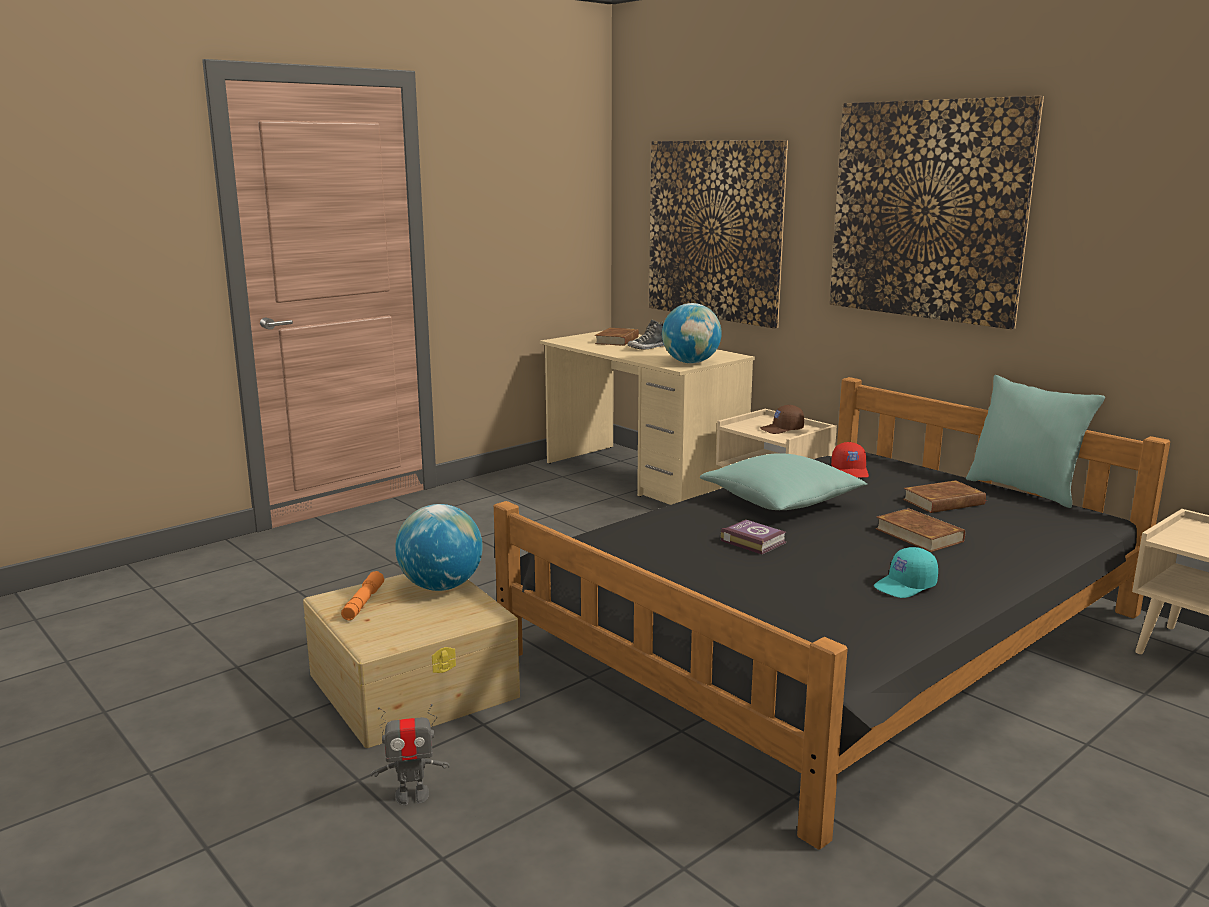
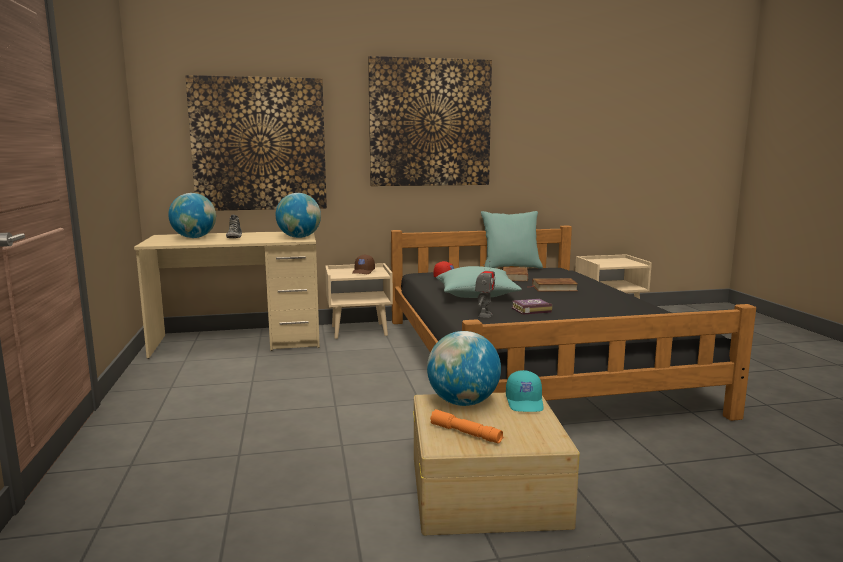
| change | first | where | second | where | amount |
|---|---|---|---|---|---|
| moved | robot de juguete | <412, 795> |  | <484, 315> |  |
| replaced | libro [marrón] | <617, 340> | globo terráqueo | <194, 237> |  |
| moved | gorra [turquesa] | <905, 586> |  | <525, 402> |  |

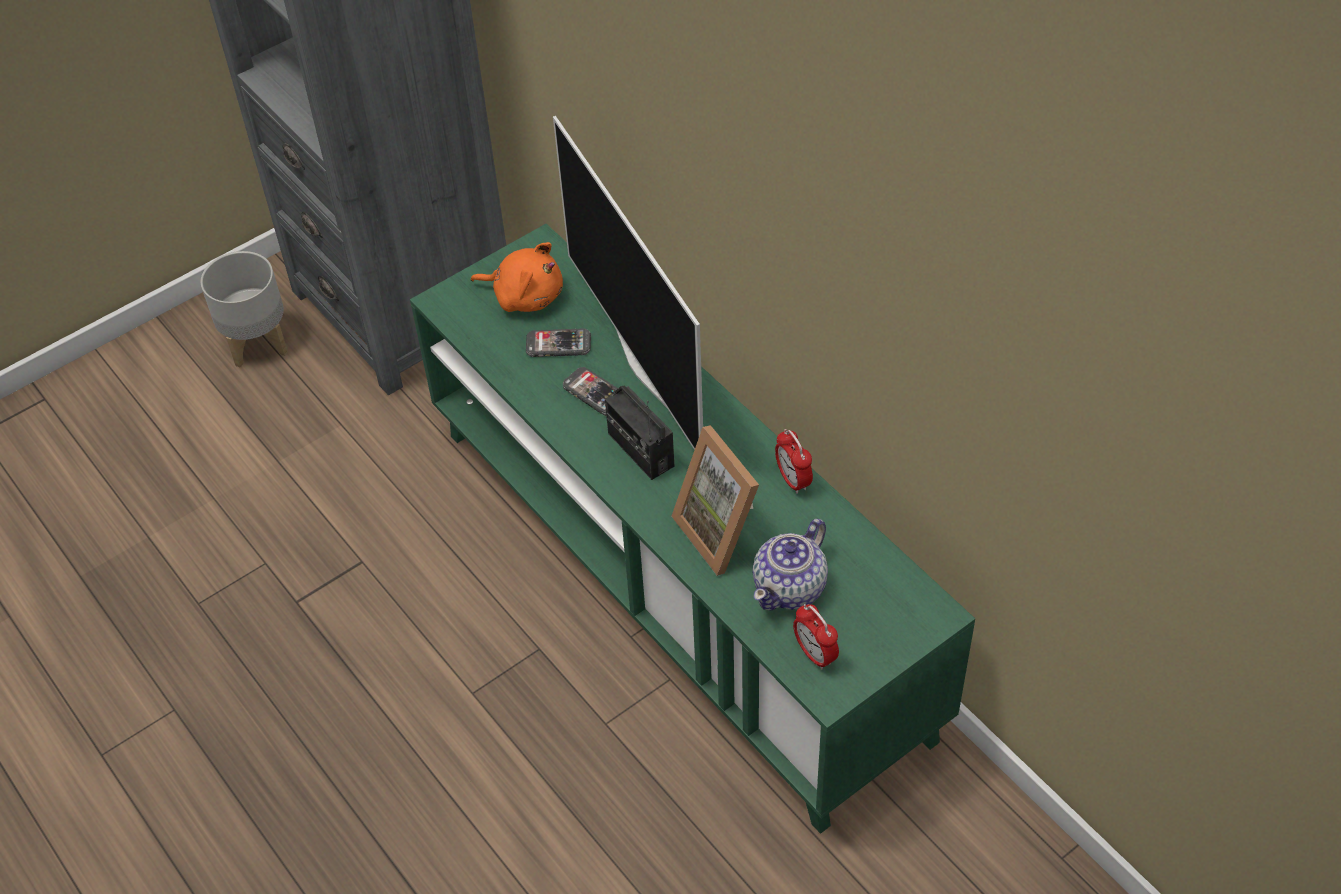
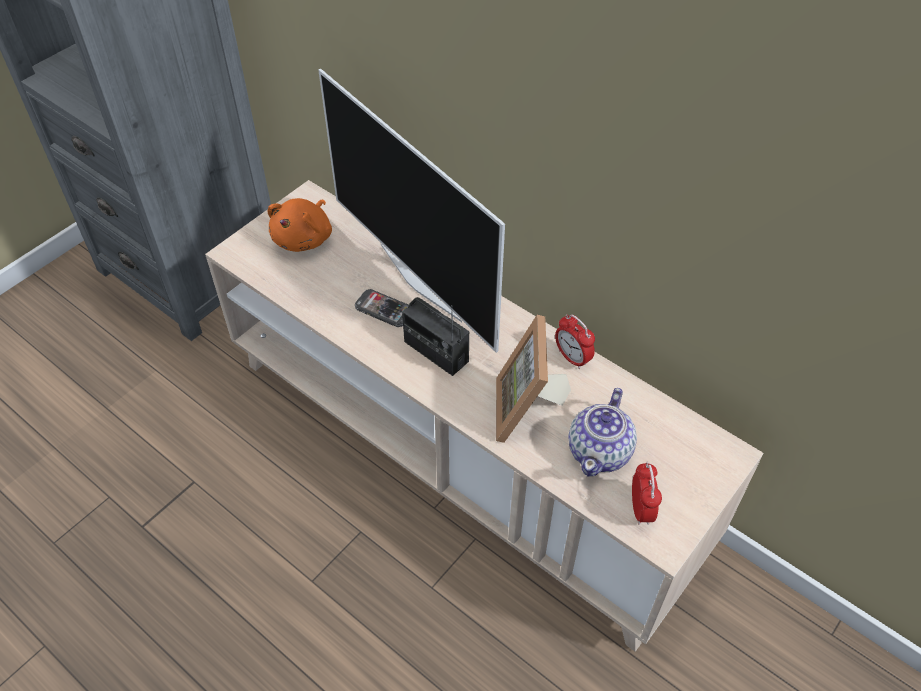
| change | first | where | second | where | amount |
|---|---|---|---|---|---|
| removed | maceta [gris] | <257, 342> |  |  |  |
| recoloured | mueble de televisión [verde] | <677, 578> | mueble de televisión [beis] | <460, 452> |  |
| turned | peluche [naranja] | <525, 295> |  | <304, 238> | 105 degrees clockwise |
| removed | móvil | <558, 344> |  |  |  |
| turned | portarretratos | <724, 531> |  | <528, 410> | 45 degrees clockwise |
| turned | despertador | <815, 654> |  | <641, 509> | 135 degrees counterclockwise |

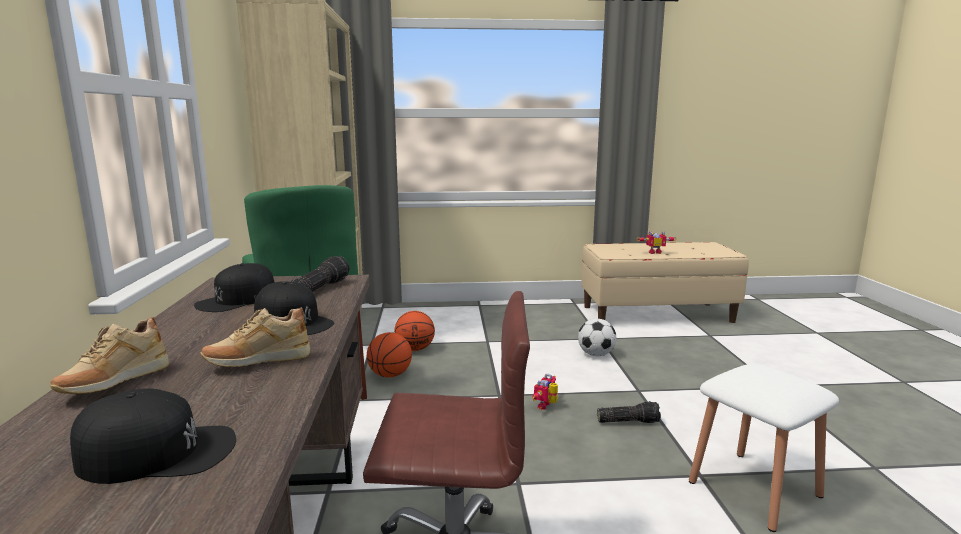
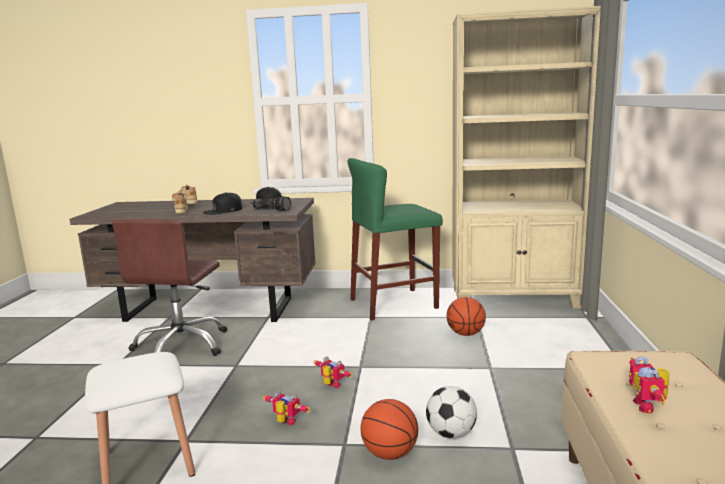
| change | first | where | second | where | amount |
|---|---|---|---|---|---|
| removed | gorra [negro] | <158, 452> |  |  |  |
| moved | balón de baloncesto | <390, 375> |  | <389, 454> |  |
| replaced | linterna | <628, 421> | robot de juguete | <285, 423> |  |

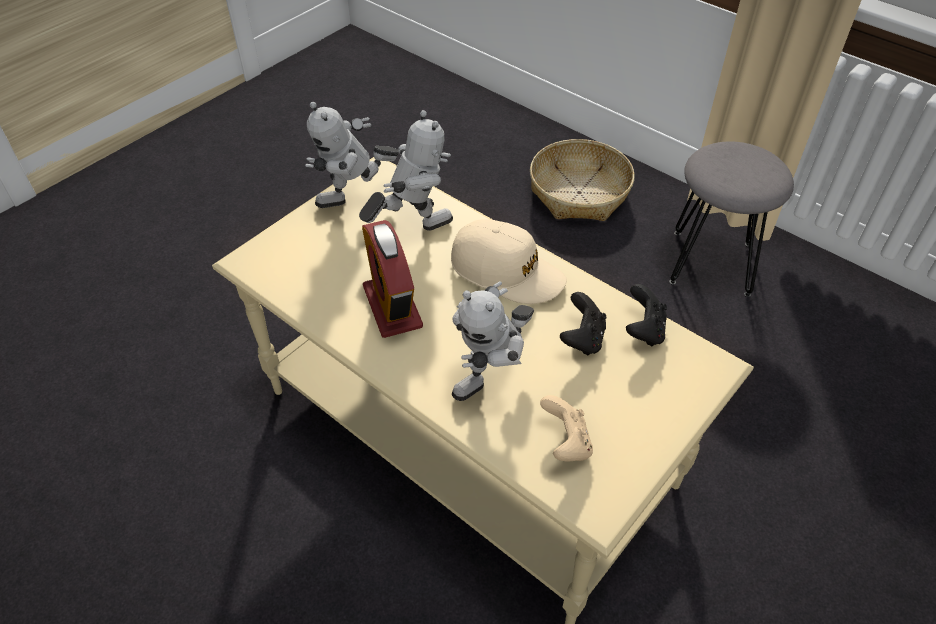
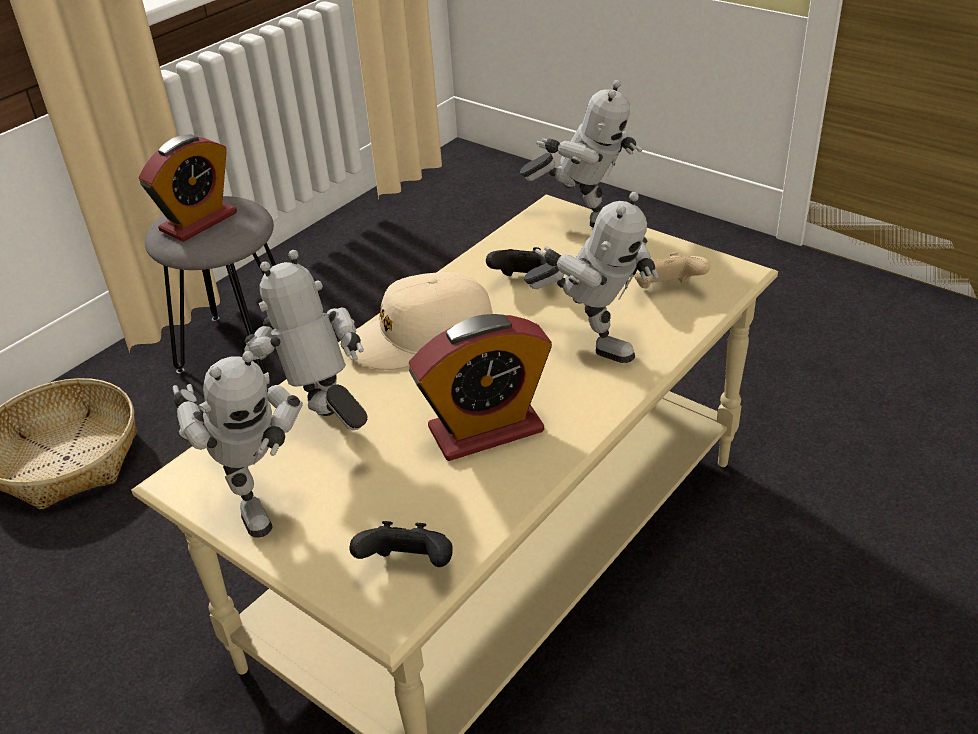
| change | first | where | second | where | amount |
|---|---|---|---|---|---|
| turned | gorra [beis] | <507, 272> |  | <420, 338> | 135 degrees counterclockwise |
| moved | mando de consola [negro] | <643, 330> |  | <409, 566> |  |
| added |  |  | despertador | <198, 222> |  |
| added |  |  | robot de juguete | <583, 218> |  |

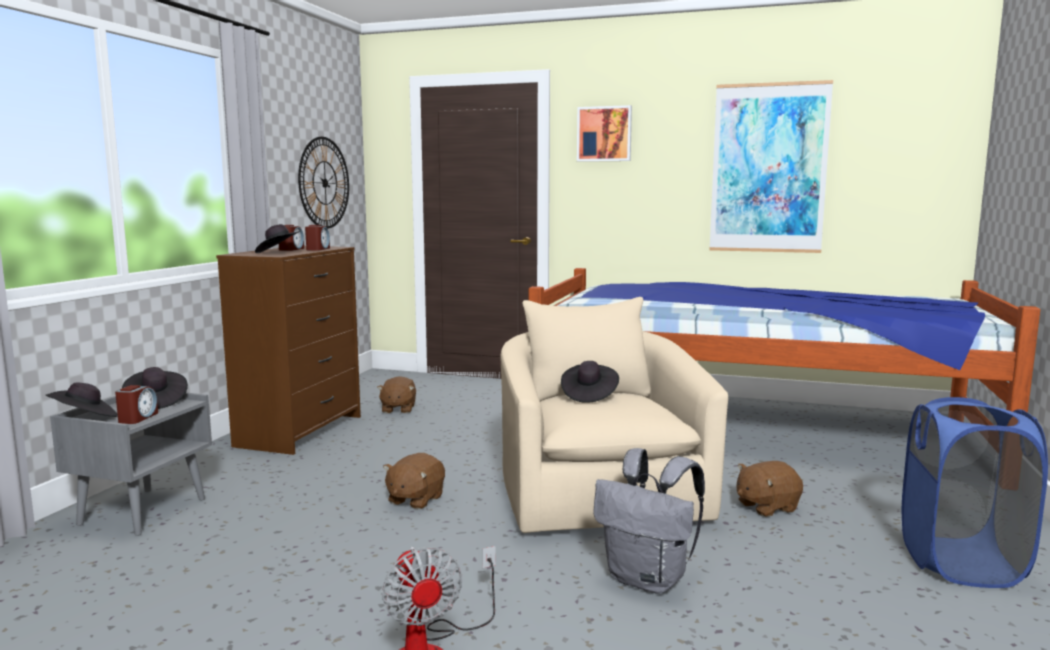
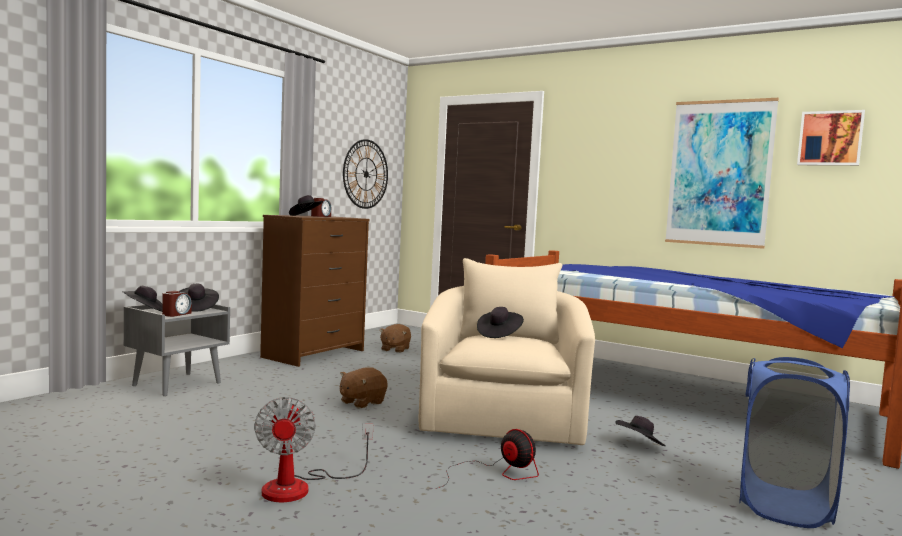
| change | first | where | second | where | amount |
|---|---|---|---|---|---|
| removed | despertador | <318, 249> |  |  |  |
| moved | cuadro | <604, 134> |  | <830, 138> |  |
| replaced | mochila [gris] | <649, 579> | ventilador | <496, 473> |  |
| replaced | peluche [marrón] | <766, 507> | sombrero [negro] | <639, 445> |  |

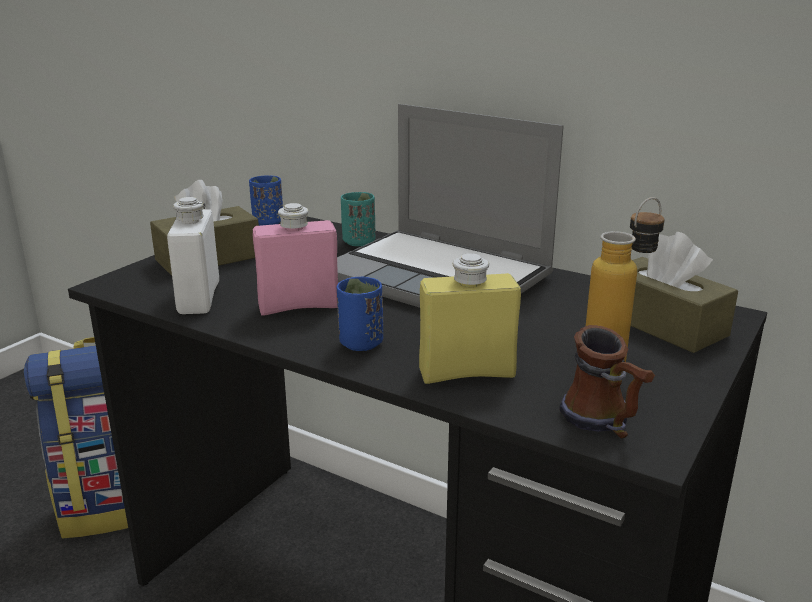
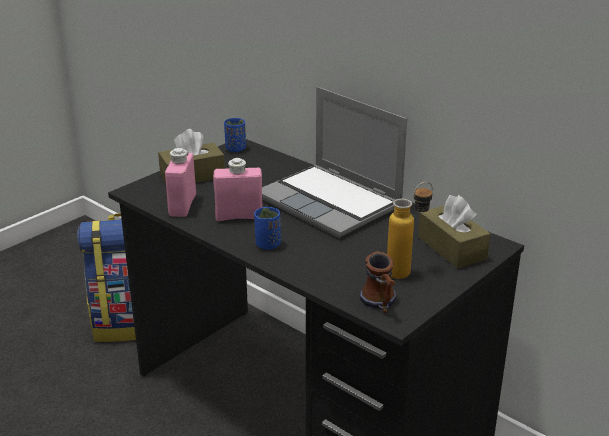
| change | first | where | second | where | amount |
|---|---|---|---|---|---|
| recoloured | botella [blanco] | <199, 298> | botella [rosa] | <182, 205> |  |
| removed | taza [turquesa] | <358, 242> |  |  |  |
| removed | botella [amarillo] | <466, 373> |  |  |  |

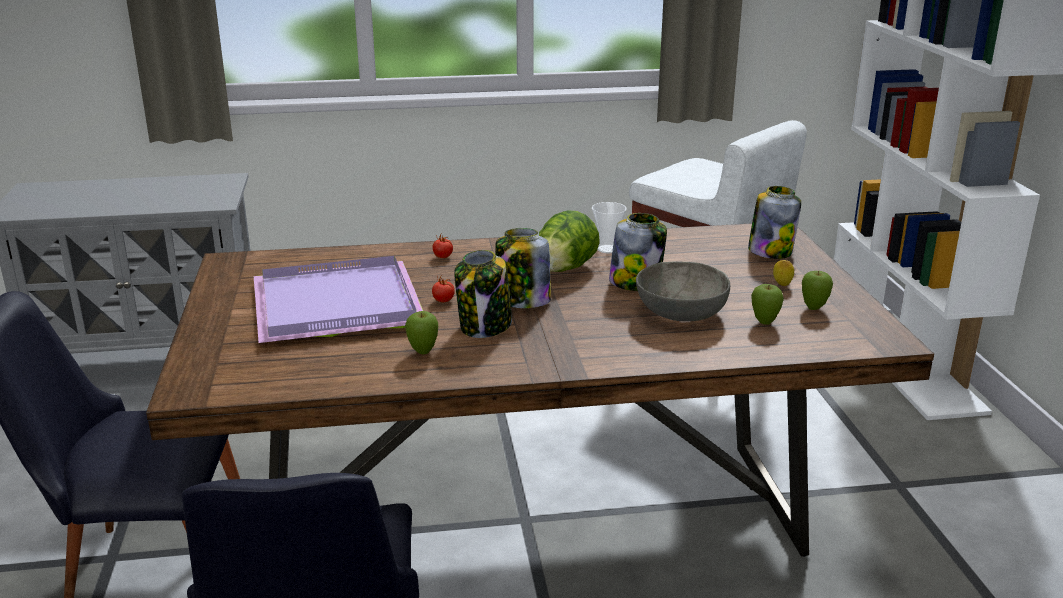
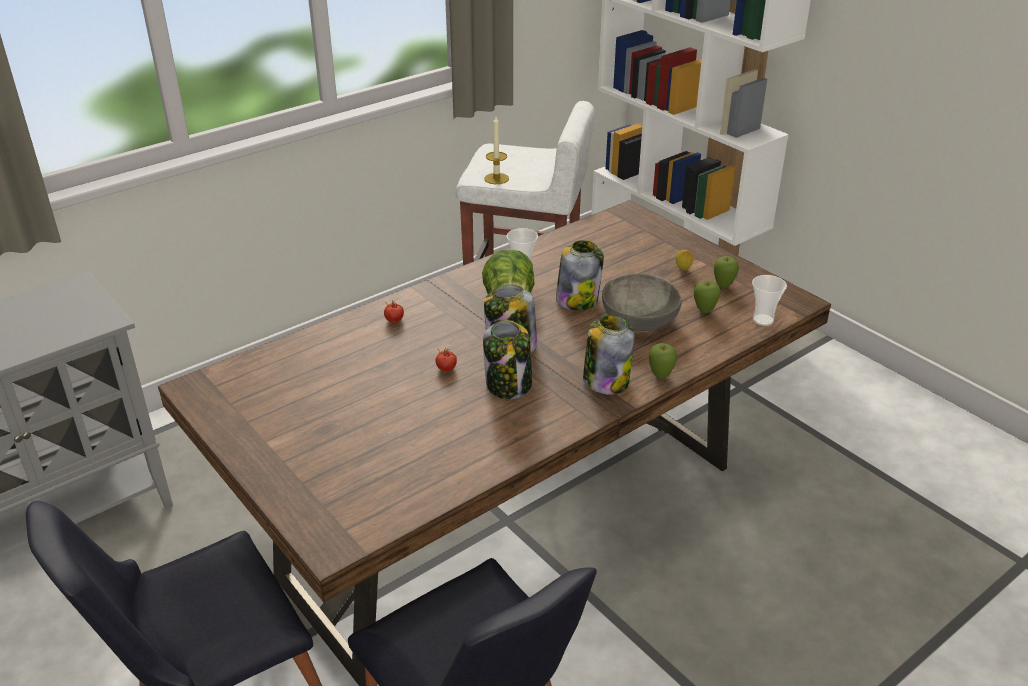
| change | first | where | second | where | amount |
|---|---|---|---|---|---|
| removed | bandeja [morado] | <340, 306> |  |  |  |
| moved | manzana | <423, 352> |  | <660, 376> |  |
| moved | tarro | <770, 251> |  | <605, 380> |  |
| added |  |  | vela | <496, 178> |  |
| added |  |  | taza | <763, 320> |  |

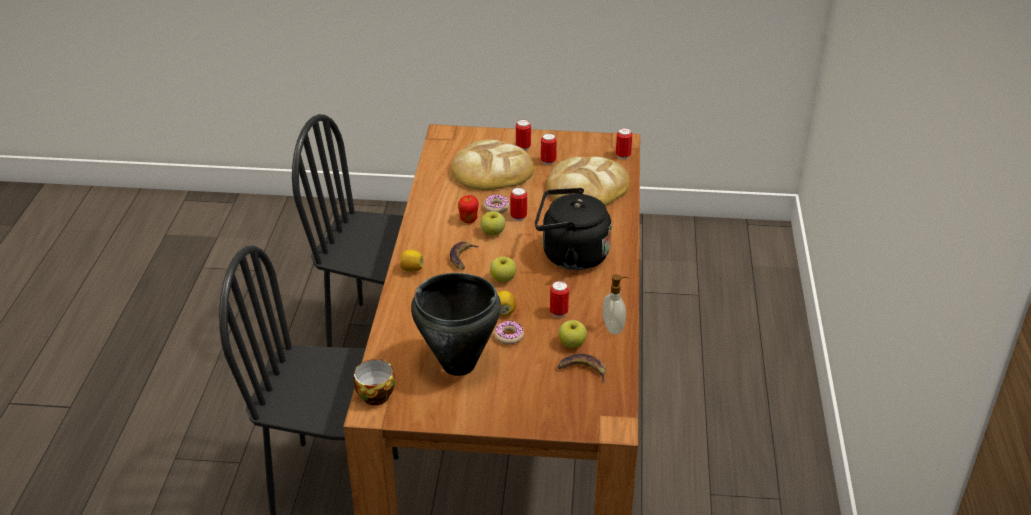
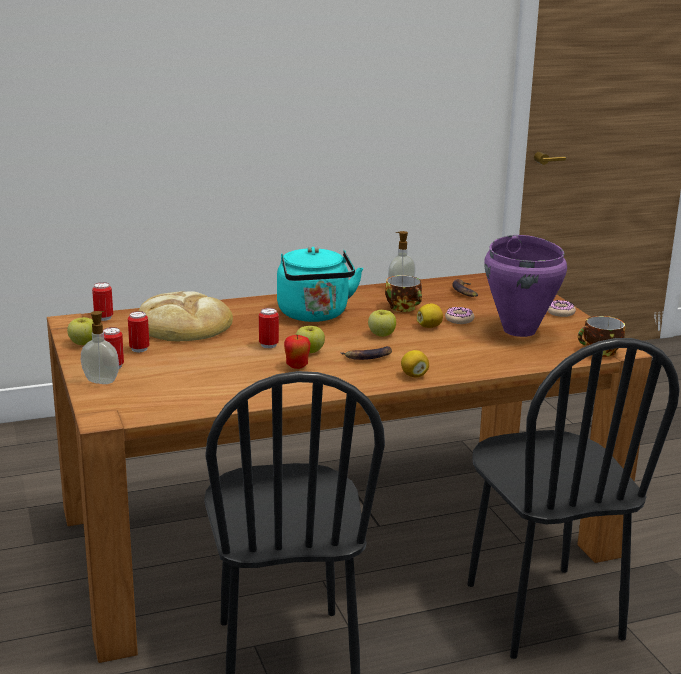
| change | first | where | second | where | amount |
|---|---|---|---|---|---|
| recoloured | olla [negro] | <459, 365> | olla [morado] | <520, 330> |  |
| removed | pan | <491, 171> |  |  |  |
| moved | rosquilla | <496, 207> |  | <560, 312> |  |
| recoloured | hervidor [negro] | <570, 255> | hervidor [turquesa] | <314, 315> |  |
| replaced | lata | <558, 312> | taza | <404, 308> |  |
| moved | manzana | <572, 344> |  | <83, 343> |  |
| added |  |  | dispensador de jabón | <101, 381> |  |

